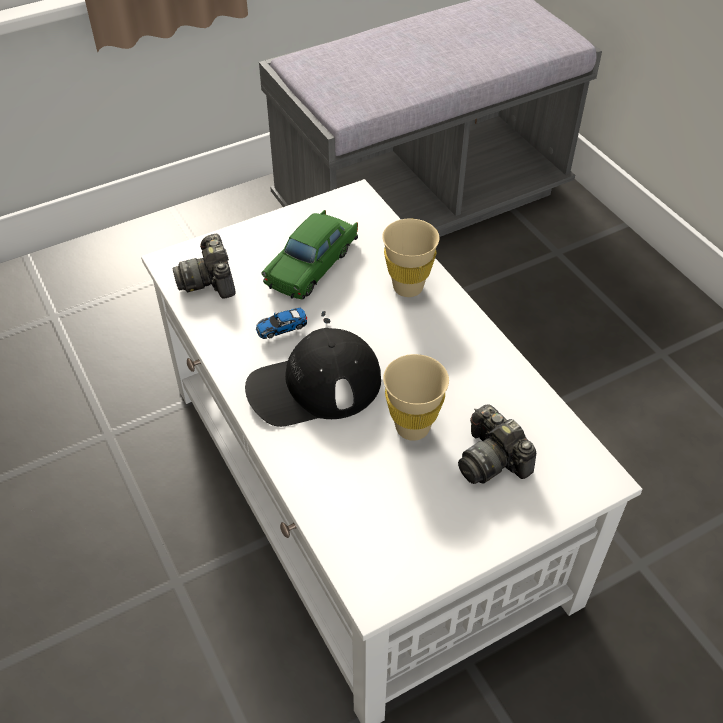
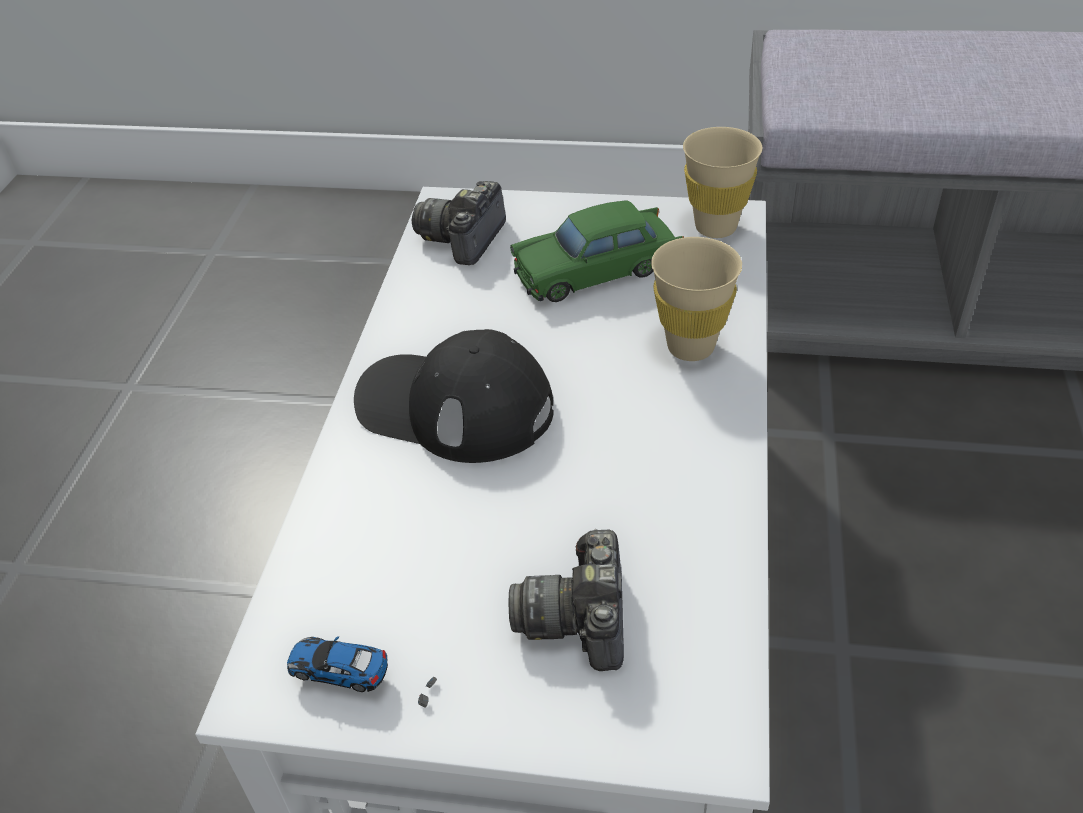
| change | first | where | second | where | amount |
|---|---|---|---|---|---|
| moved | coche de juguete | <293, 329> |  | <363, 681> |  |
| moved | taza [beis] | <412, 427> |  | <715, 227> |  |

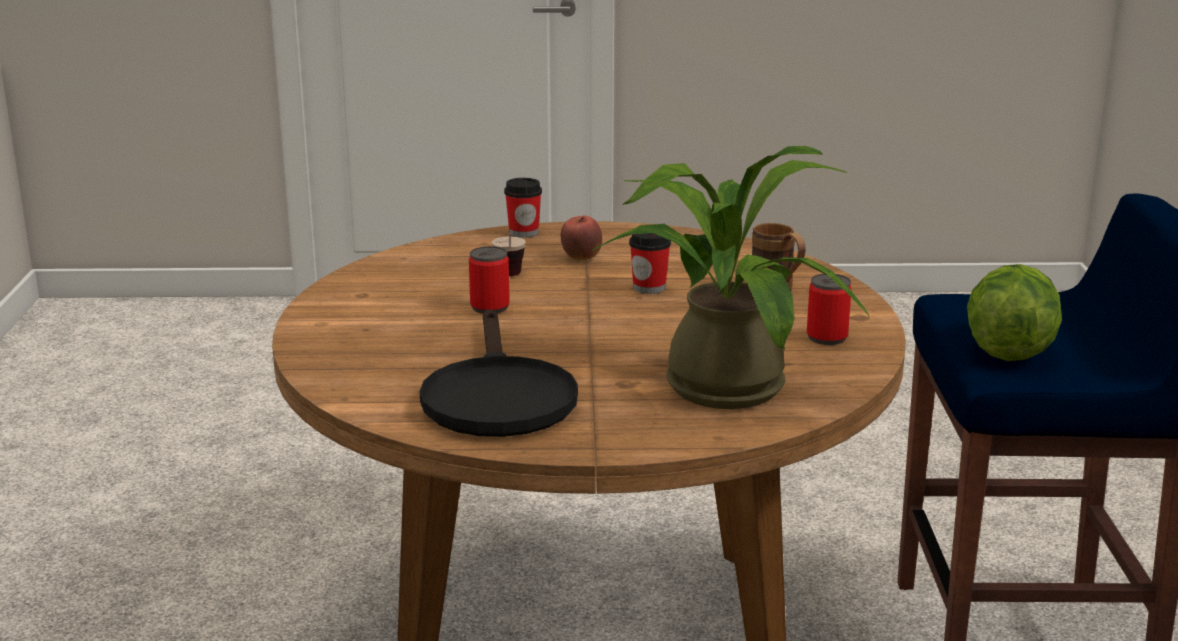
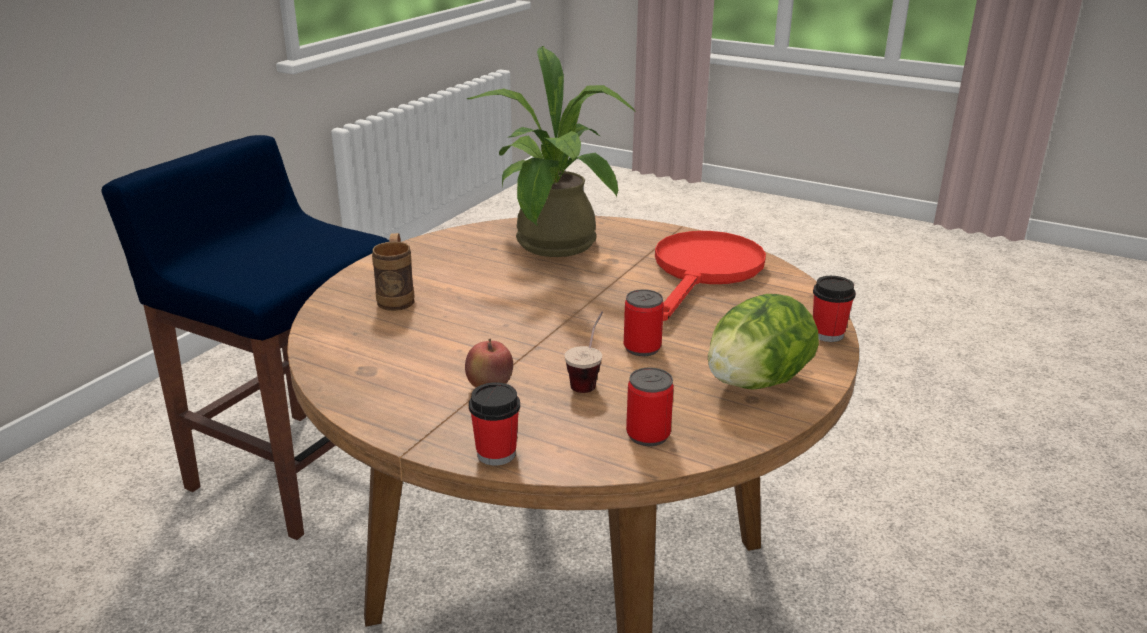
| change | first | where | second | where | amount |
|---|---|---|---|---|---|
| recoloured | sartén [negro] | <497, 396> | sartén [rojo] | <704, 272> |  |
| moved | taza | <649, 288> |  | <827, 334> |  |
| moved | lata | <827, 337> |  | <648, 435> |  |
| moved | lechuga | <1009, 350> |  | <756, 382> |  |

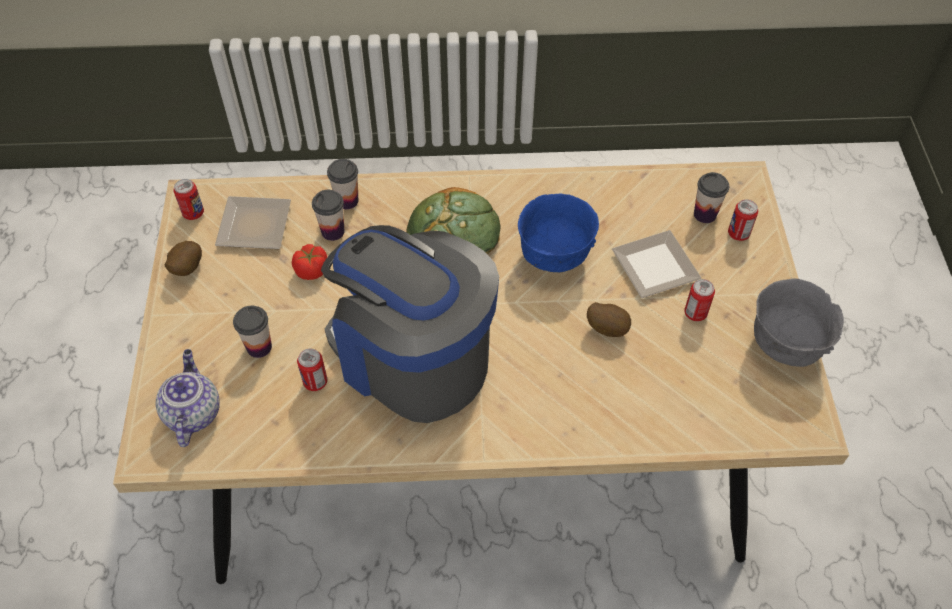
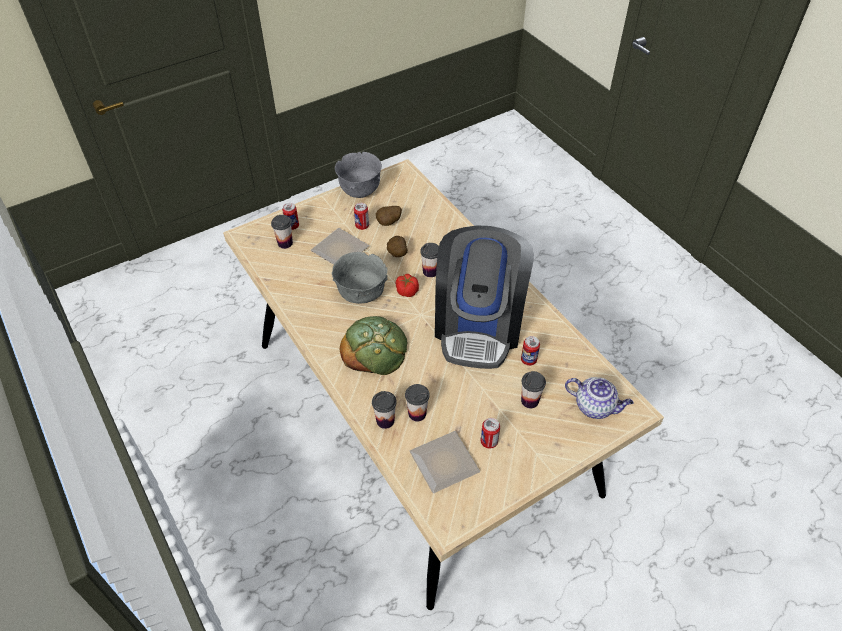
| change | first | where | second | where | amount |
|---|---|---|---|---|---|
| turned | tetera | <192, 412> |  | <595, 406> | 120 degrees counterclockwise |
| moved | patata | <186, 269> |  | <389, 223> |  |
| moved | lata | <193, 213> |  | <489, 442> |  |
| moved | tomate | <312, 270> |  | <407, 291> |  |
| recoloured | cuenco [azul] | <554, 256> | cuenco [gris] | <361, 294> |  |
| added |  |  | taza | <430, 271> |  |

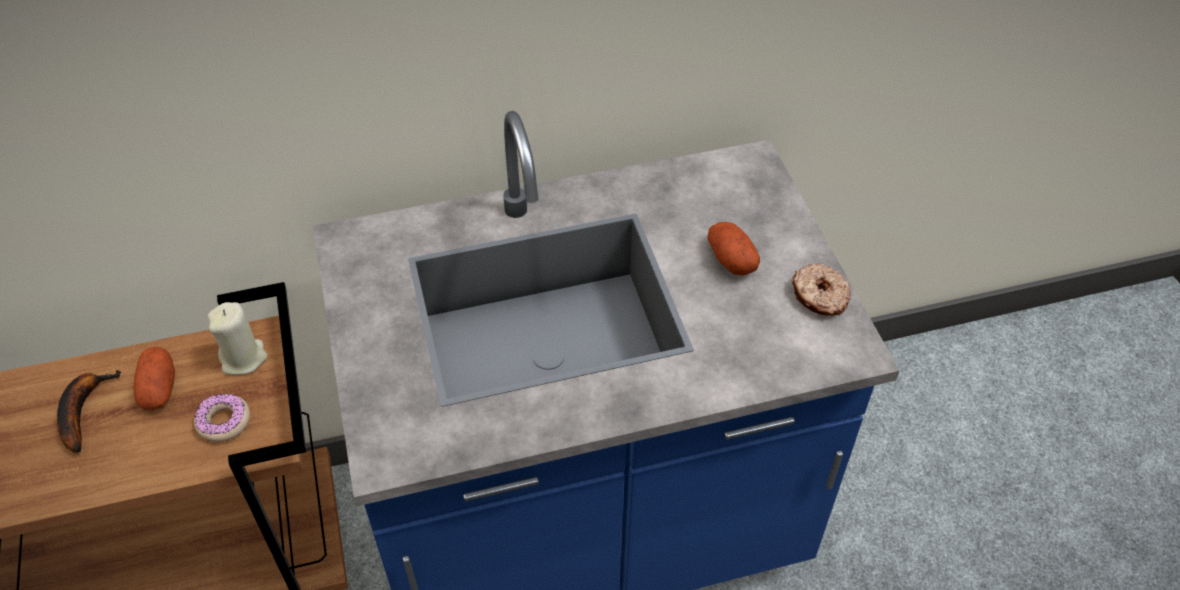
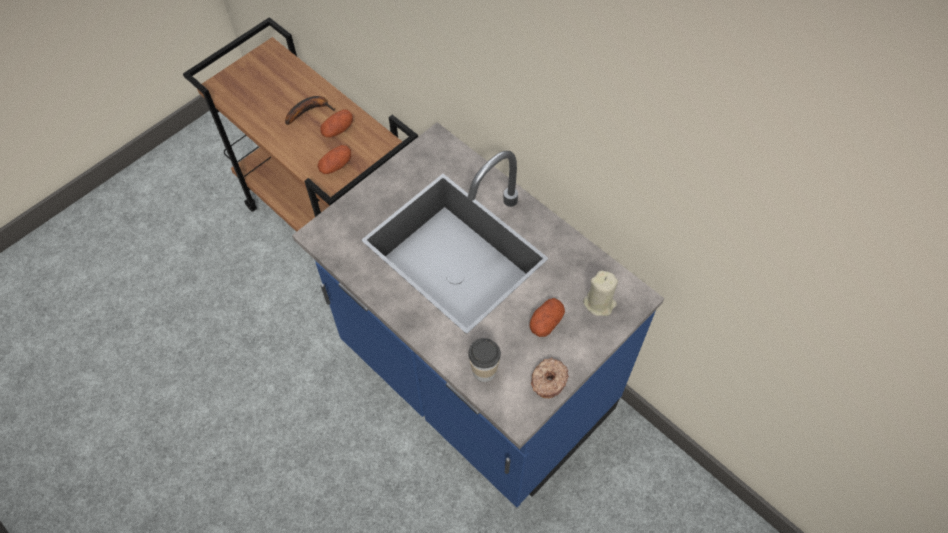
| change | first | where | second | where | amount |
|---|---|---|---|---|---|
| replaced | rosquilla | <224, 422> | patata | <336, 166> |  |
| moved | vela [beis] | <243, 358> |  | <599, 303> |  |
| added |  |  | taza | <484, 371> |  |

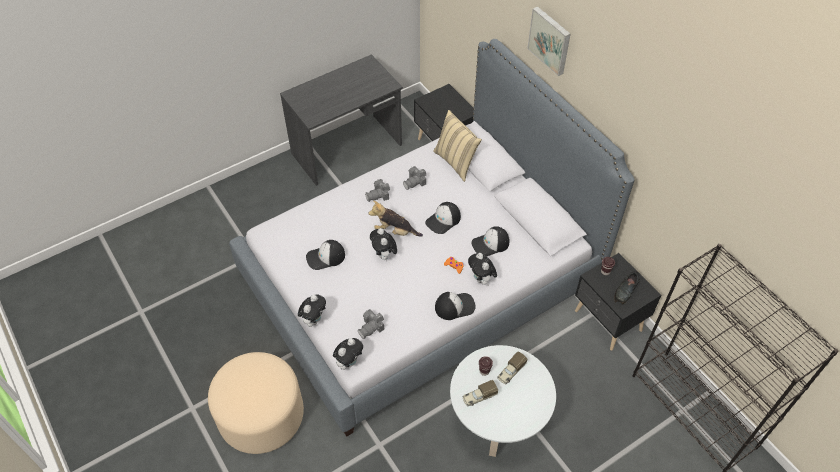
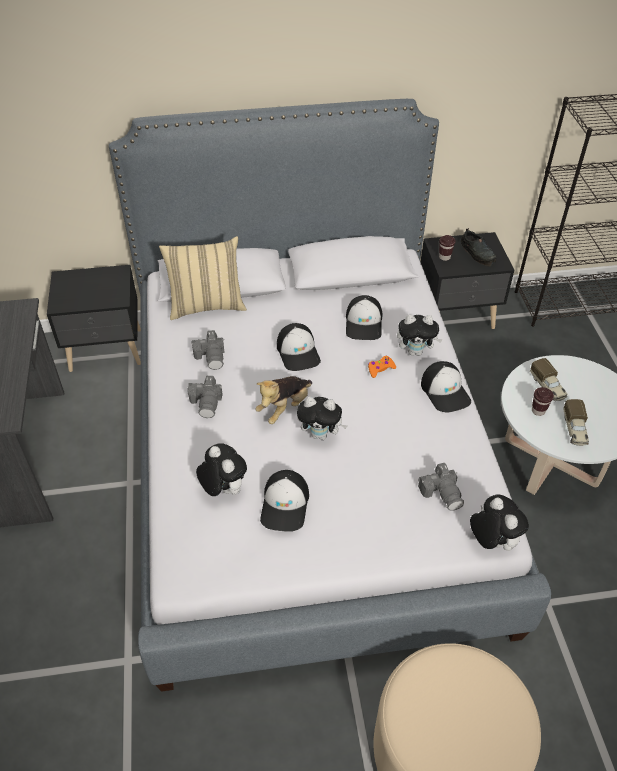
| change | first | where | second | where | amount |
|---|---|---|---|---|---|
| moved | peluche | <314, 319> |  | <223, 489> |  |
| turned | gorra | <454, 306> |  | <445, 391> | 150 degrees clockwise |
| removed | cuadro | <550, 40> |  |  |  |

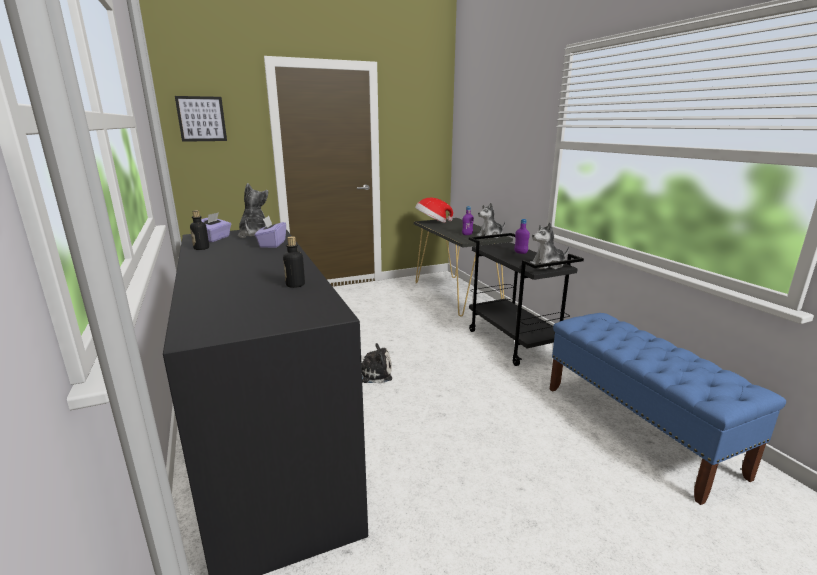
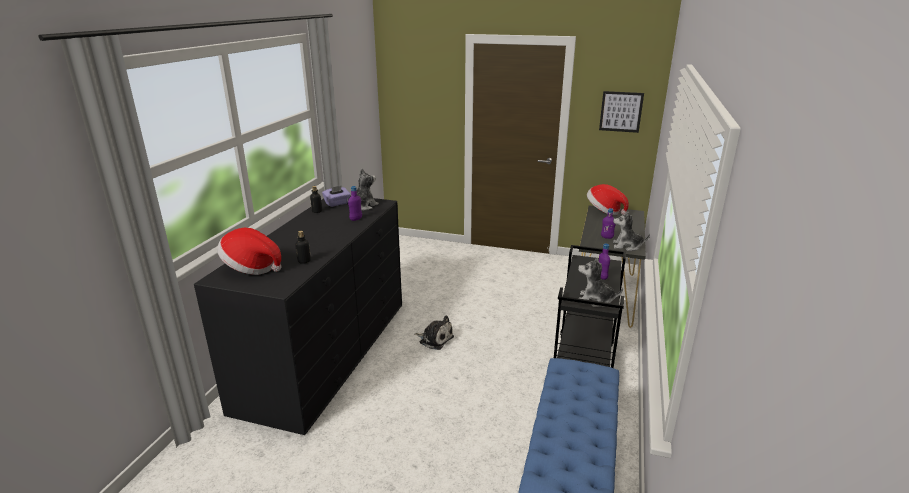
| change | first | where | second | where | amount |
|---|---|---|---|---|---|
| moved | cuadro | <201, 119> |  | <621, 111> |  |
| replaced | caja de pañuelos [morado] | <272, 244> | botella [morado] | <356, 219> |  |
| added |  |  | sombrero | <251, 268> |  |

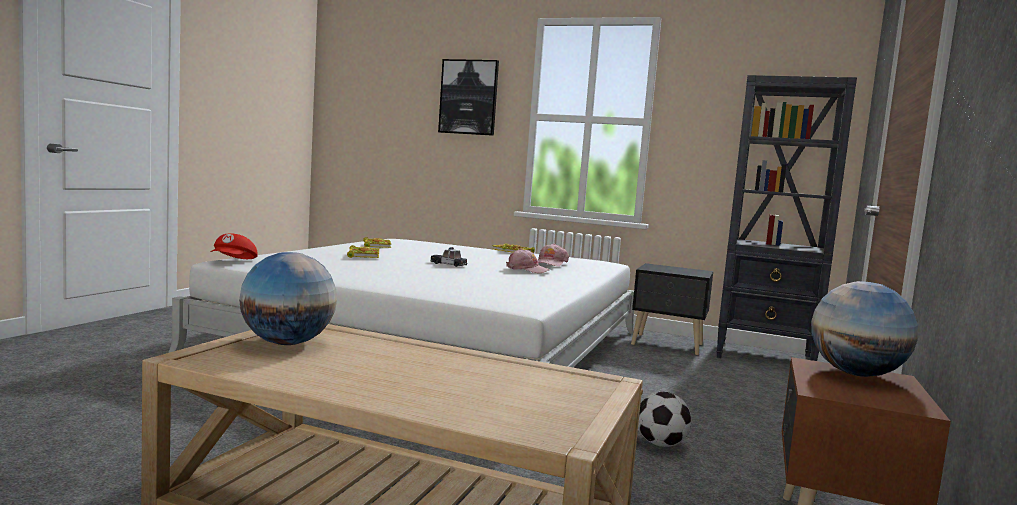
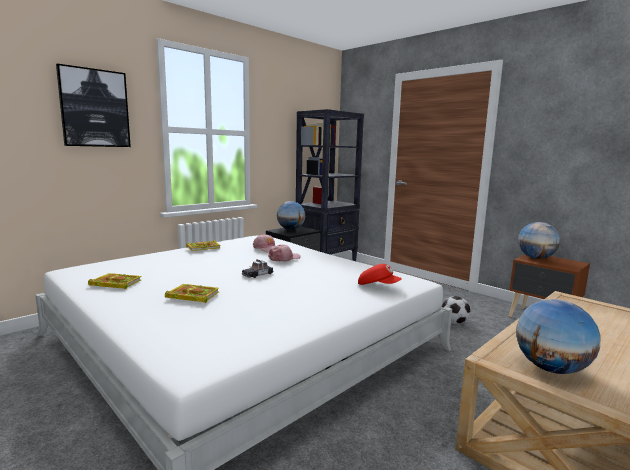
| change | first | where | second | where | amount |
|---|---|---|---|---|---|
| moved | gorra [rojo] | <234, 262> |  | <378, 286> |  |
| added |  |  | globo terráqueo | <290, 229> |  |

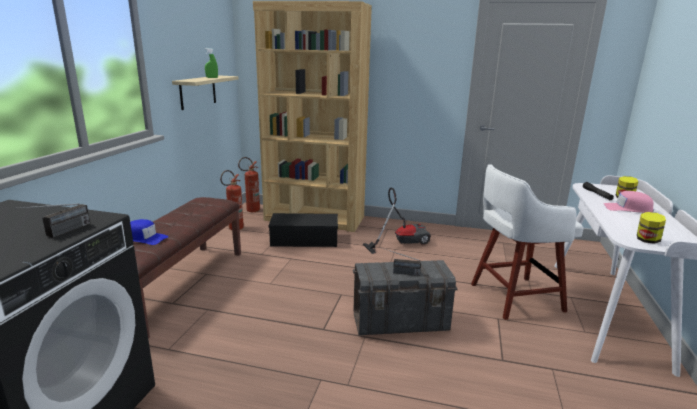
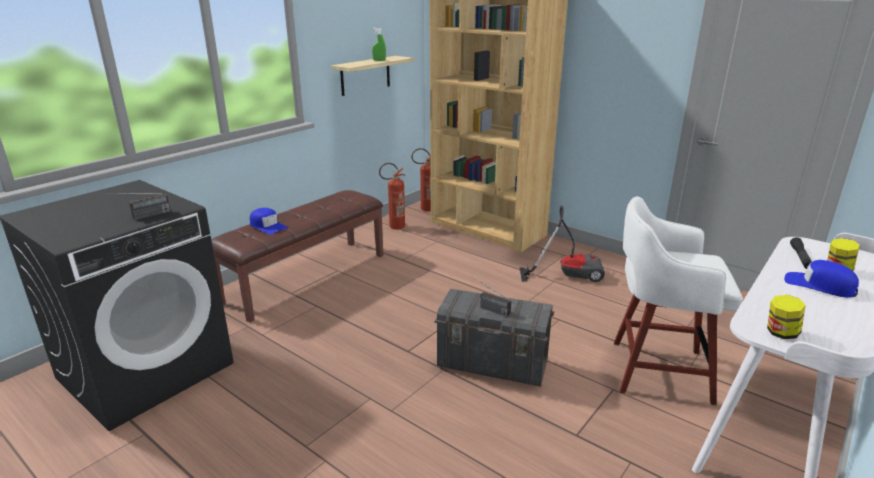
| change | first | where | second | where | amount |
|---|---|---|---|---|---|
| removed | caja de almacenaje [negro] | <305, 239> |  |  |  |
| recoloured | gorra [rosa] | <627, 208> | gorra [azul] | <819, 285> |  |

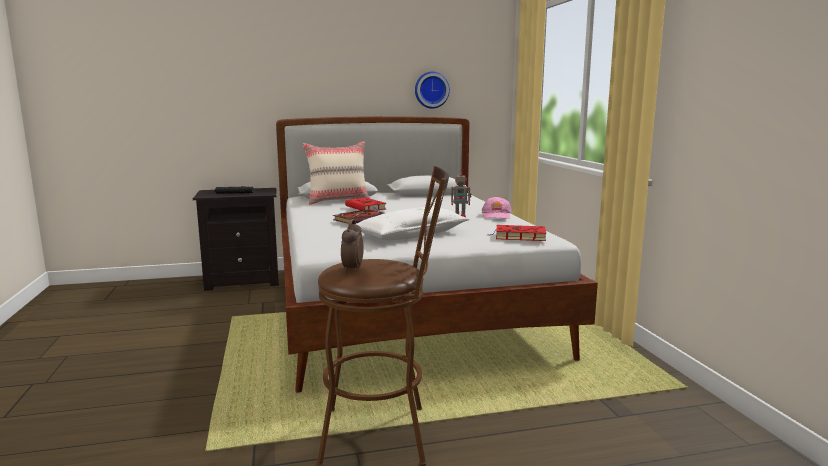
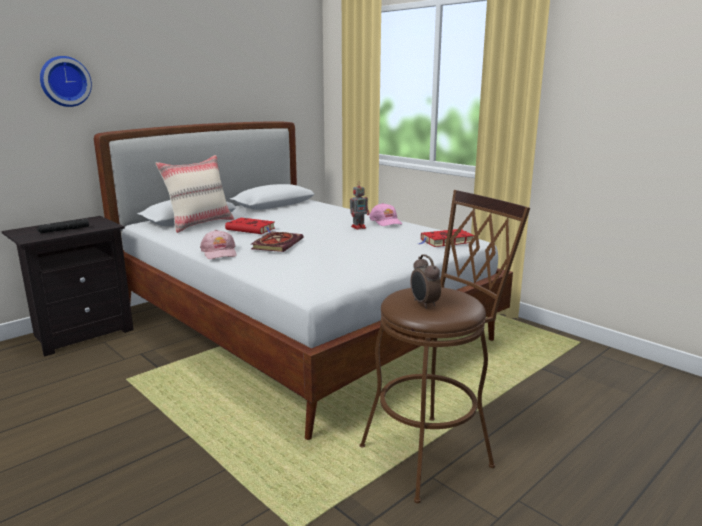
| change | first | where | second | where | amount |
|---|---|---|---|---|---|
| removed | cojín [blanco] | <411, 235> |  |  |  |
| moved | reloj de pared | <431, 90> |  | <64, 81> |  |
| added |  |  | gorra [rosa] | <219, 252> |  |

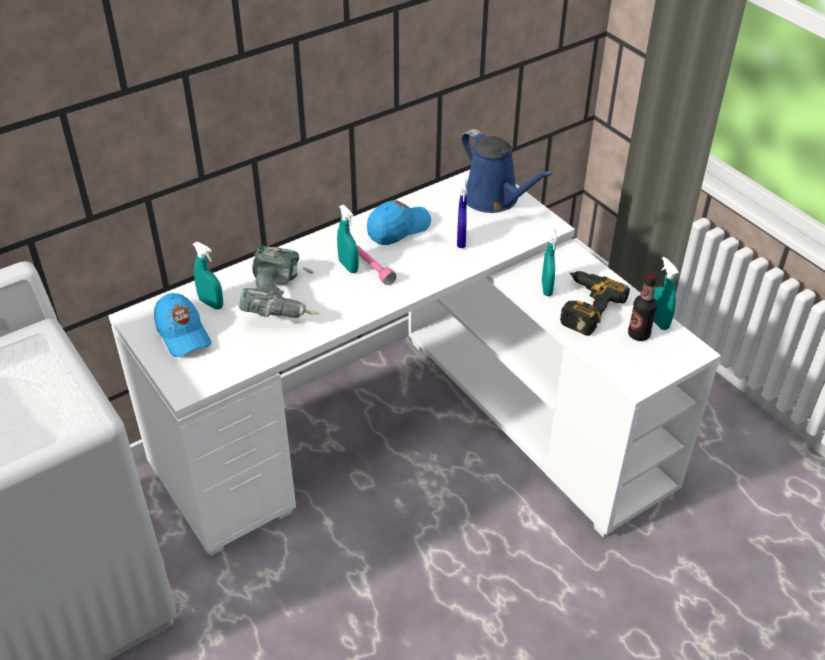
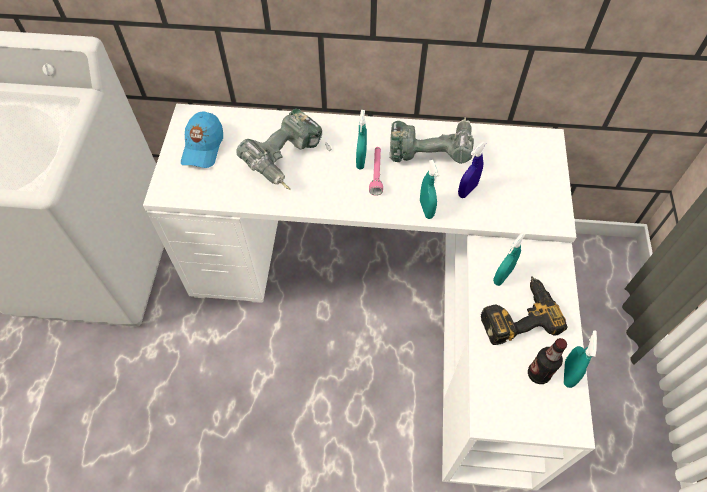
| change | first | where | second | where | amount |
|---|---|---|---|---|---|
| moved | pulverizador [turquesa] | <211, 303> |  | <426, 209> |  |
| replaced | gorra [azul] | <398, 229> | taladro | <429, 149> |  |
| removed | regadera [azul] | <494, 199> |  |  |  |

